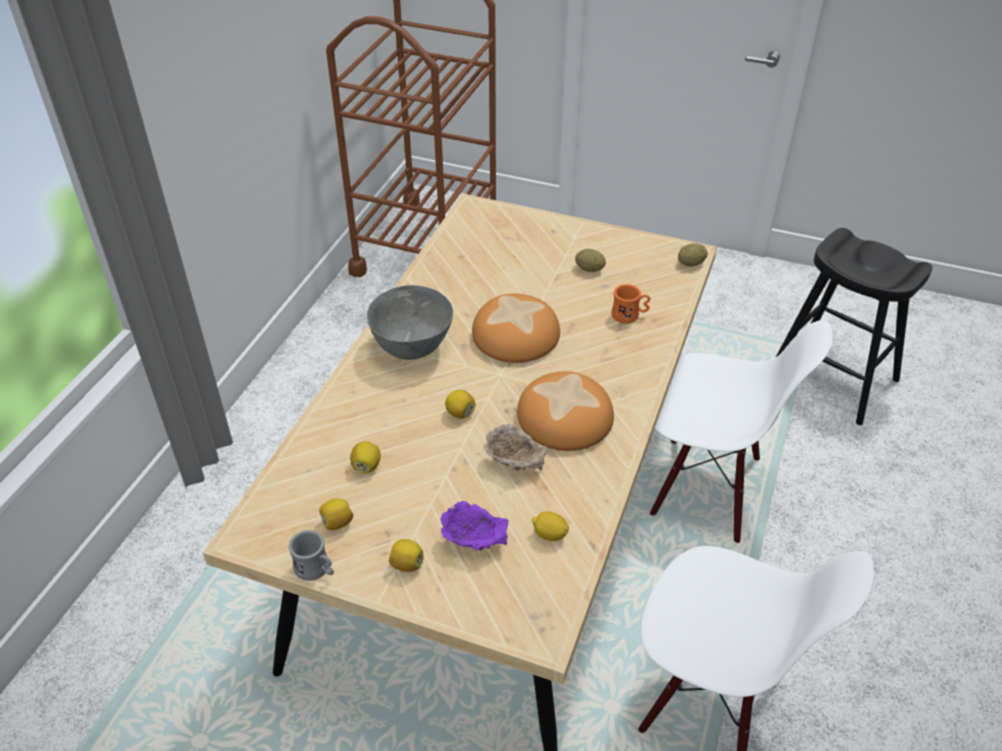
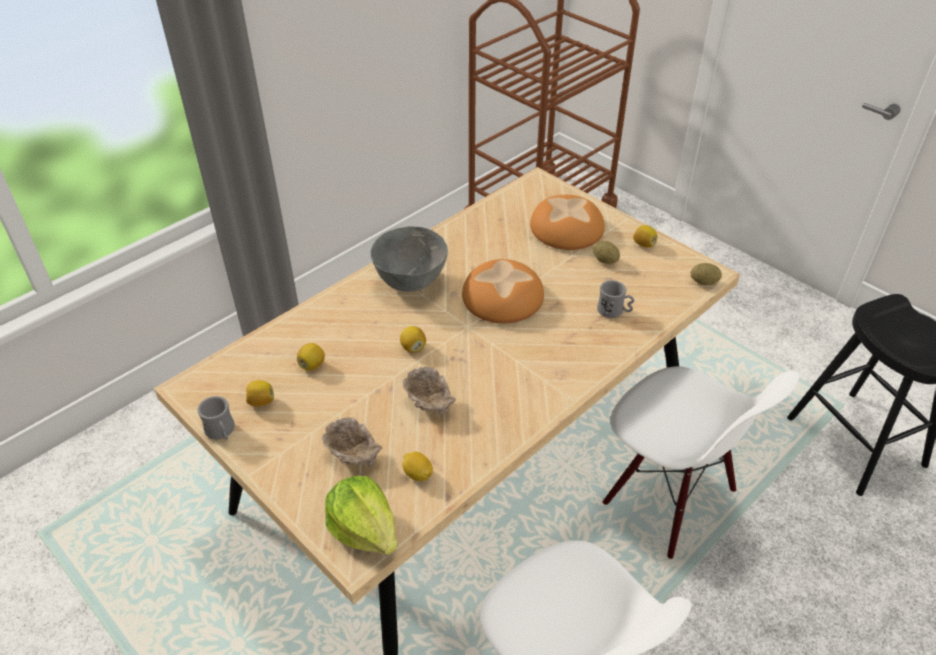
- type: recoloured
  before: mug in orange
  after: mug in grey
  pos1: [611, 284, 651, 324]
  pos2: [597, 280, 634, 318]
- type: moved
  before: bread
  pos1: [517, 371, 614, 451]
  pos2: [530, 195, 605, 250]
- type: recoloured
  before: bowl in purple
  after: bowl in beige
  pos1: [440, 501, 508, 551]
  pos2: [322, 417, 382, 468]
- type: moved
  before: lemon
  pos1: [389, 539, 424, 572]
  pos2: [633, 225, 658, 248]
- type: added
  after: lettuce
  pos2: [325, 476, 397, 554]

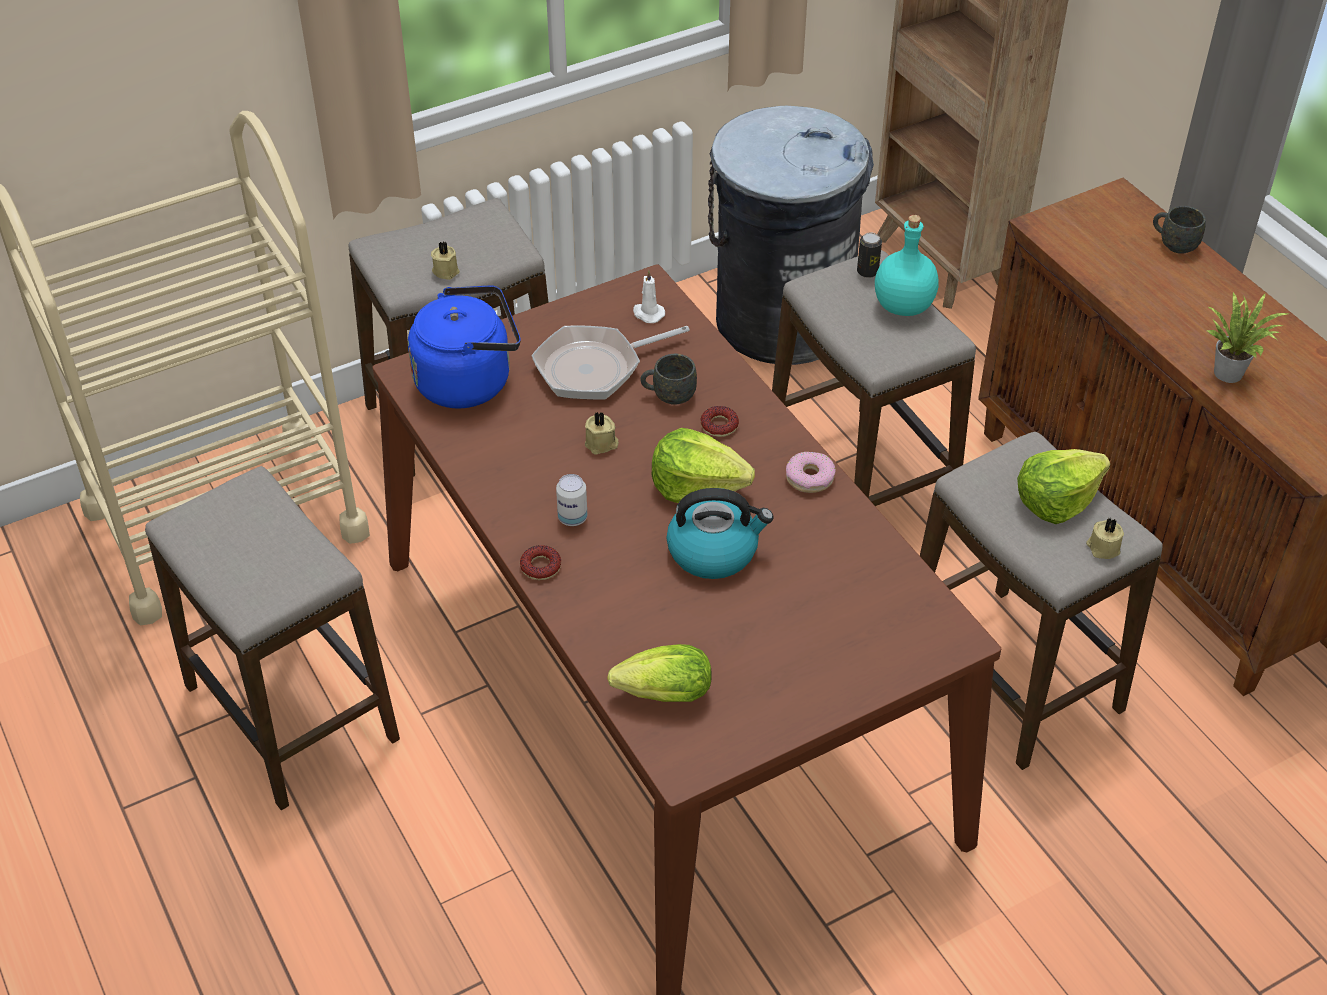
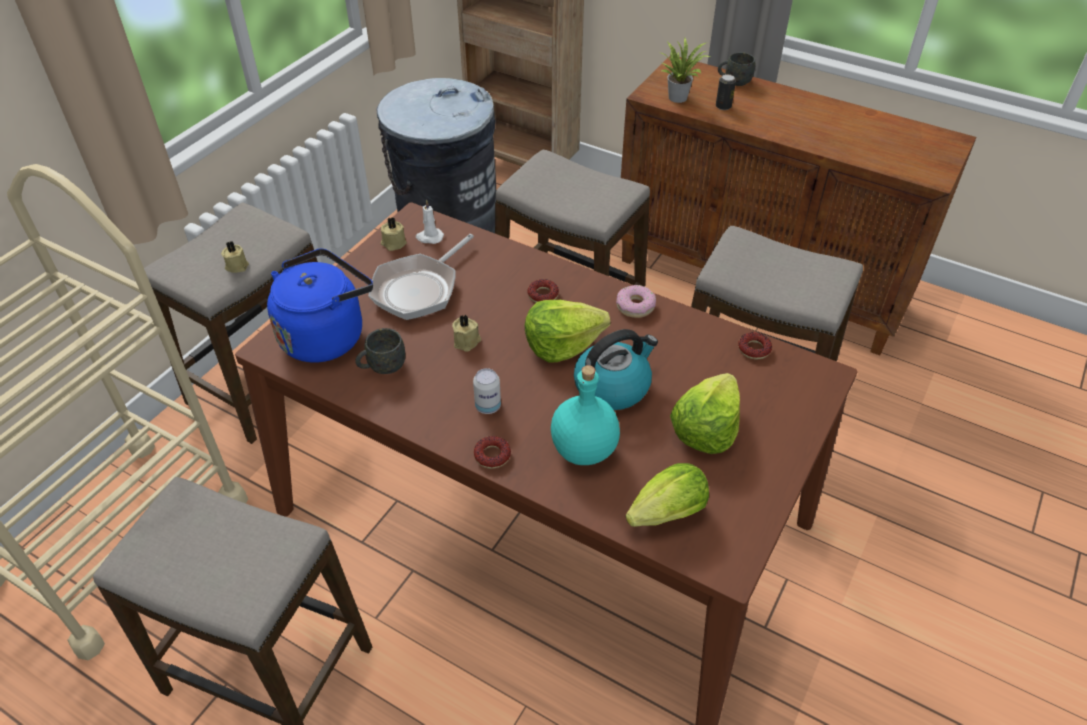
- type: moved
  before: bottle in turquoise
  pos1: [875, 215, 938, 316]
  pos2: [551, 365, 620, 465]
- type: moved
  before: can
  pos1: [857, 233, 882, 278]
  pos2: [716, 74, 736, 110]
- type: moved
  before: potted plant
  pos1: [1207, 292, 1289, 383]
  pos2: [661, 38, 710, 103]
- type: moved
  before: mug in grey
  pos1: [640, 354, 697, 405]
  pos2: [355, 328, 406, 374]
- type: moved
  before: lettuce
  pos1: [1017, 449, 1110, 524]
  pos2: [670, 373, 740, 454]
- type: moved
  before: candle in beige
  pos1: [1086, 518, 1124, 559]
  pos2: [381, 218, 407, 251]
- type: added
  after: donut
  pos2: [738, 332, 772, 359]

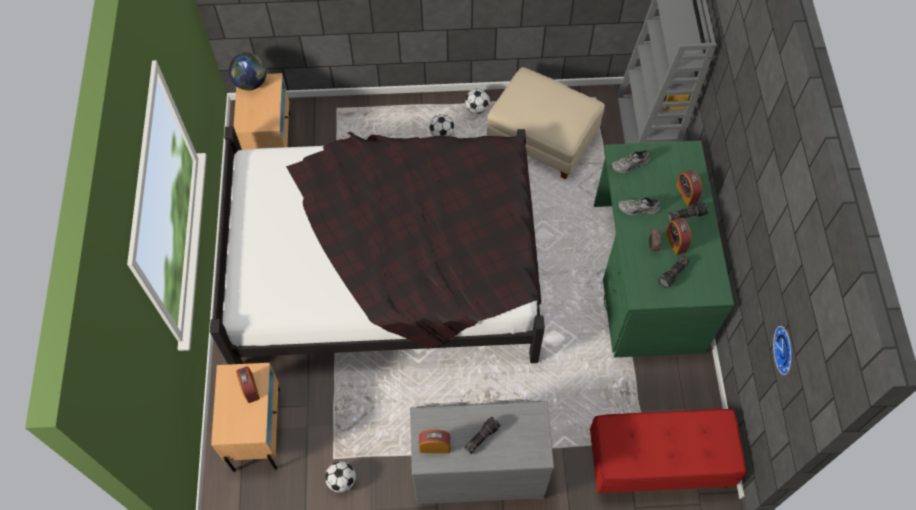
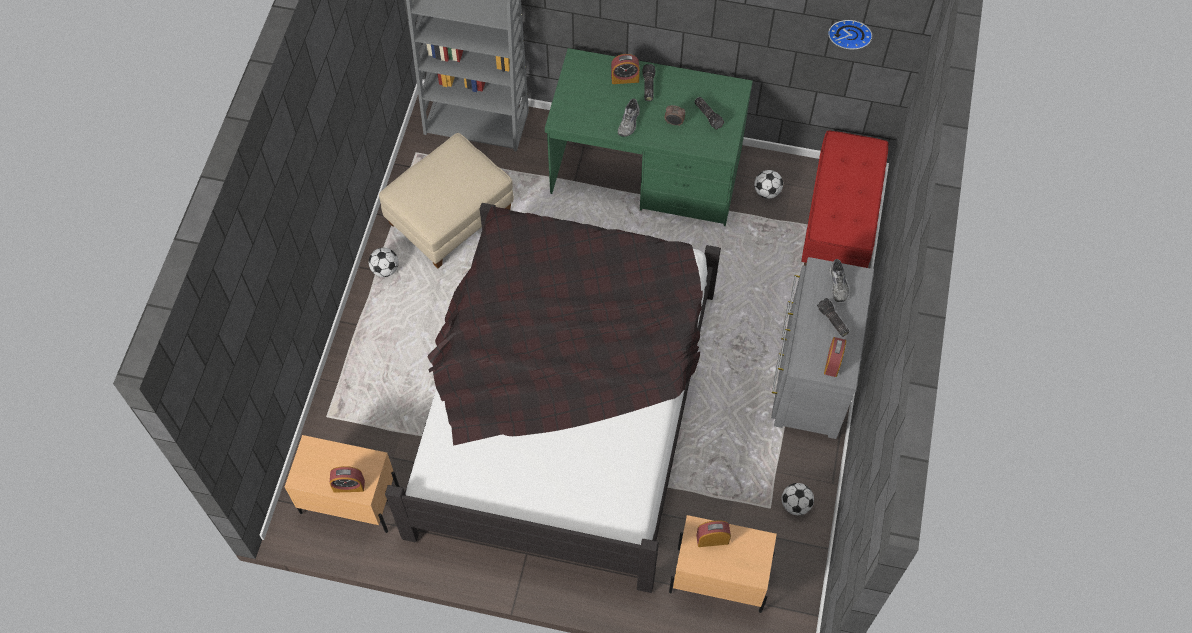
- type: removed
  before: globe
  pos1: [229, 53, 267, 90]
- type: moved
  before: football
  pos1: [429, 114, 454, 136]
  pos2: [754, 170, 783, 199]
- type: moved
  before: shoe in grey
  pos1: [610, 150, 650, 173]
  pos2: [830, 259, 849, 302]
- type: moved
  before: alarm clock
  pos1: [666, 218, 691, 255]
  pos2: [330, 466, 365, 493]

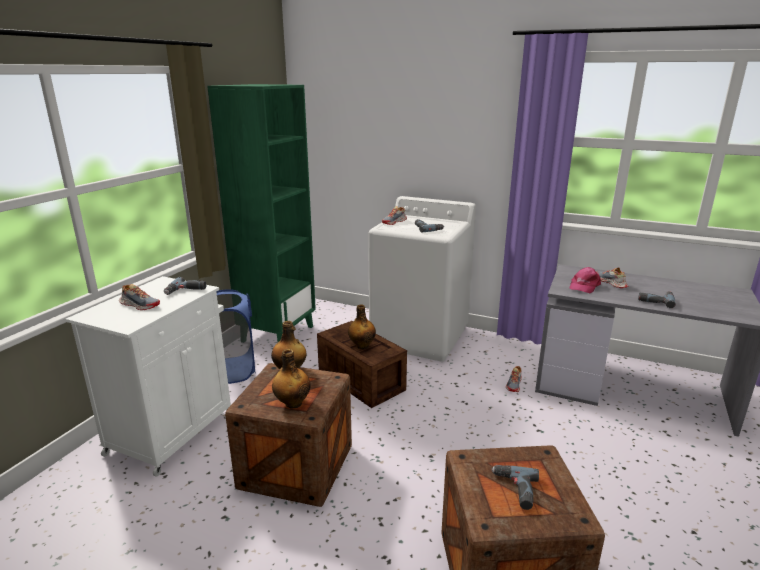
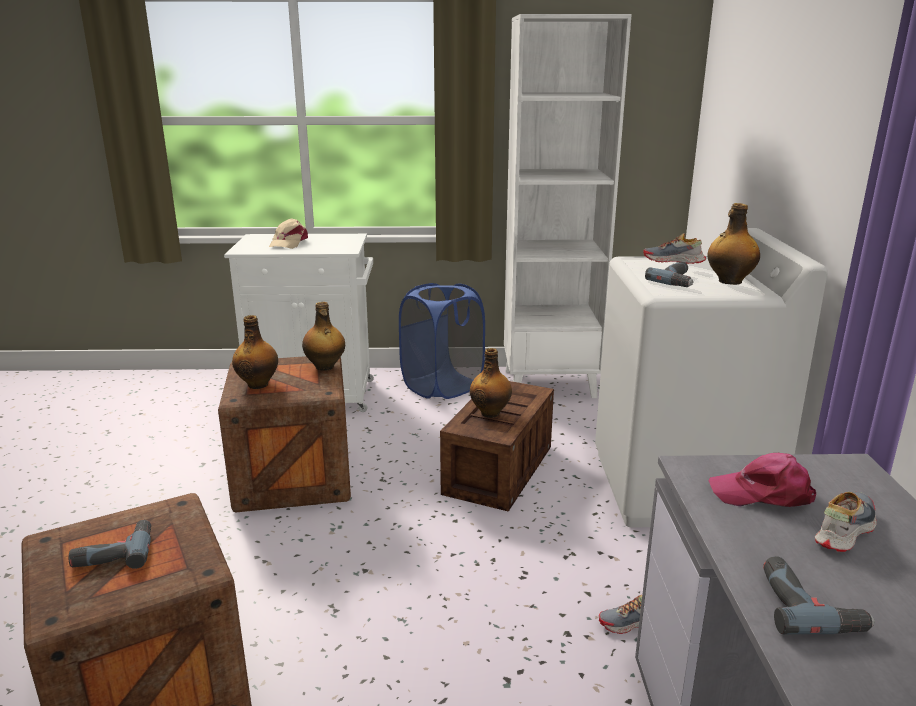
- type: recoloured
  before: bookcase in green
  after: bookcase in white
  pos1: [207, 84, 316, 342]
  pos2: [504, 14, 632, 398]
- type: removed
  before: power drill
  pos1: [164, 277, 206, 295]
- type: replaced
  before: shoe
  after: cap in beige
  pos1: [119, 284, 160, 310]
  pos2: [269, 218, 308, 249]
- type: added
  after: bottle
  pos2: [707, 203, 760, 285]

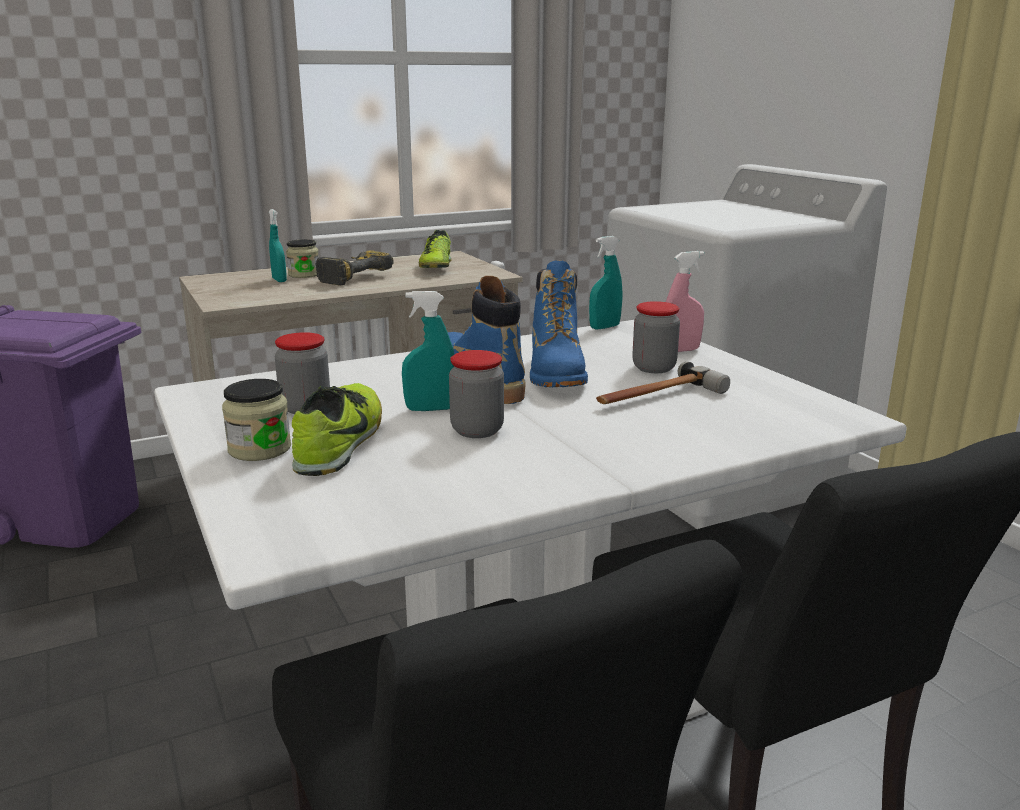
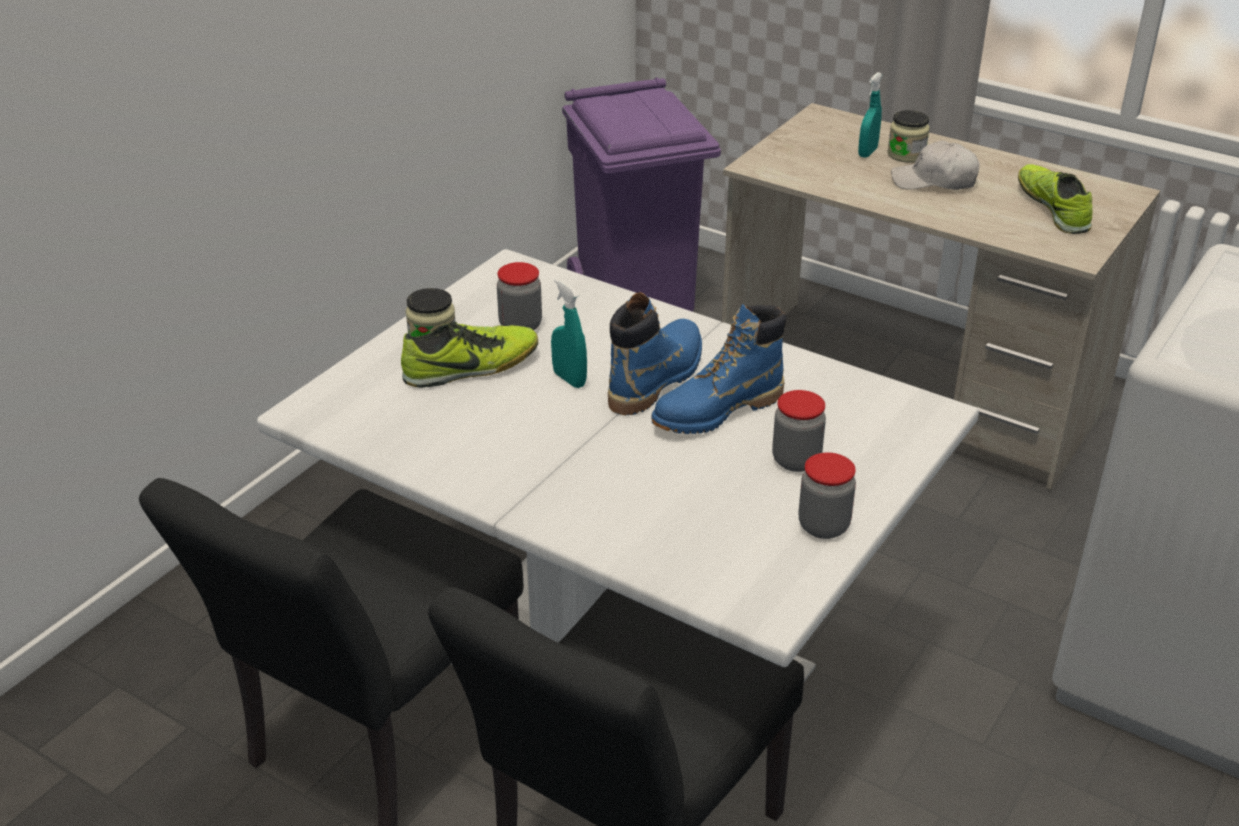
- type: turned
  before: shoe
  pos1: [419, 230, 451, 268]
  pos2: [1018, 164, 1092, 234]
  turn: 105
- type: removed
  before: spray bottle in turquoise
  pos1: [589, 236, 622, 330]
- type: replaced
  before: power drill
  after: cap in white
  pos1: [315, 250, 393, 285]
  pos2: [891, 141, 980, 190]
- type: removed
  before: spray bottle in pink
  pos1: [666, 251, 704, 352]
- type: moved
  before: jar
  pos1: [449, 350, 504, 438]
  pos2: [799, 452, 856, 539]
- type: removed
  before: hammer
  pos1: [596, 362, 730, 404]

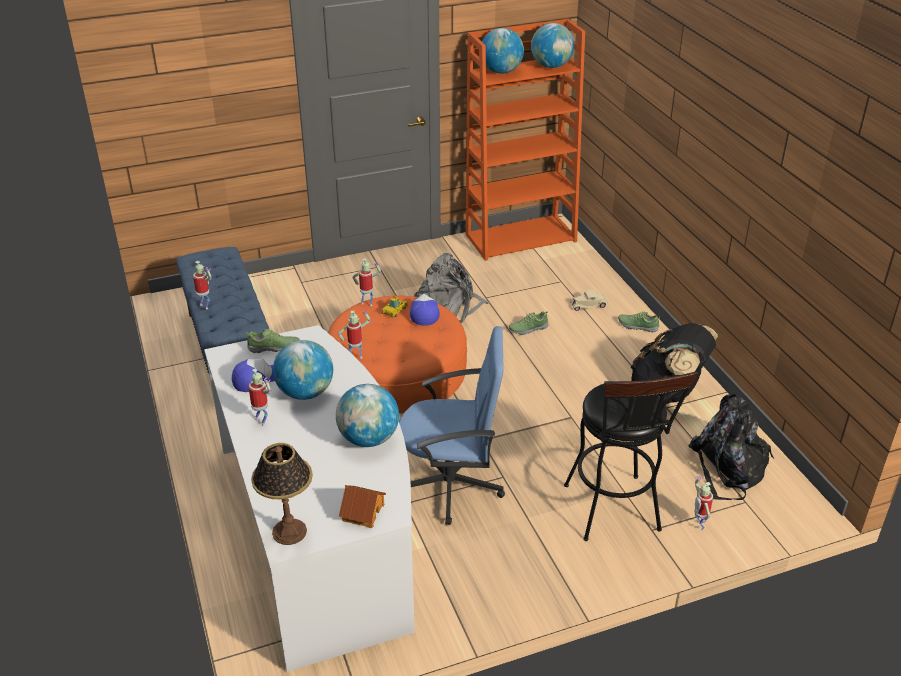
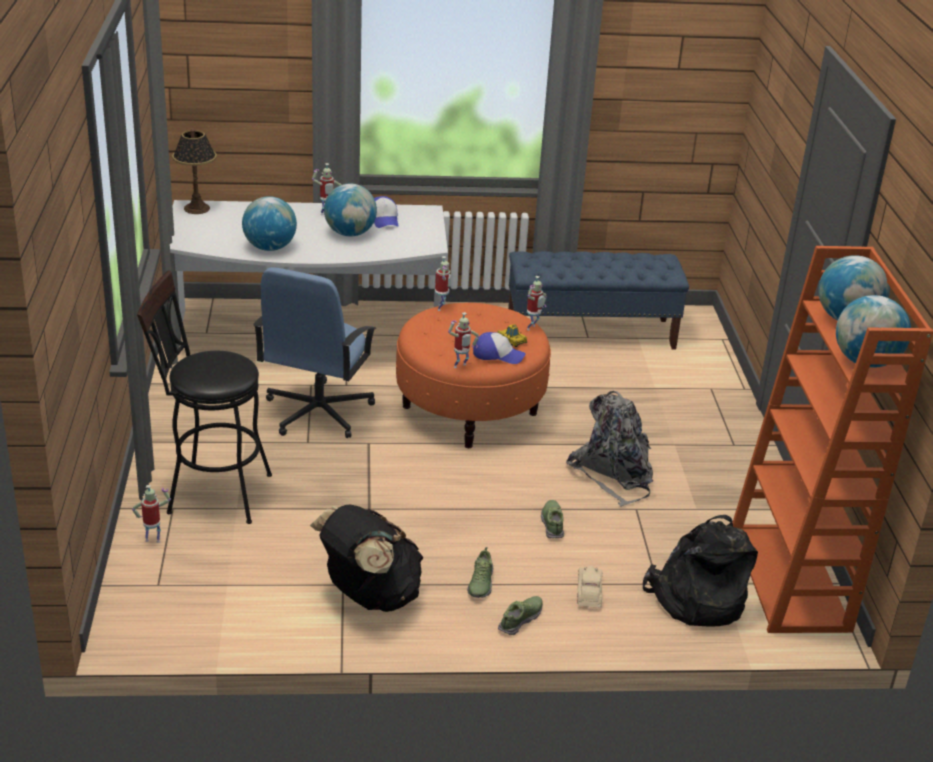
- type: moved
  before: toy robot
  pos1: [193, 261, 212, 309]
  pos2: [448, 312, 479, 368]
- type: moved
  before: shoe
  pos1: [246, 329, 300, 353]
  pos2: [467, 547, 493, 598]
- type: moved
  before: backpack in black
  pos1: [689, 394, 774, 500]
  pos2: [643, 515, 758, 626]
- type: removed
  before: toy house
  pos1: [339, 485, 386, 528]

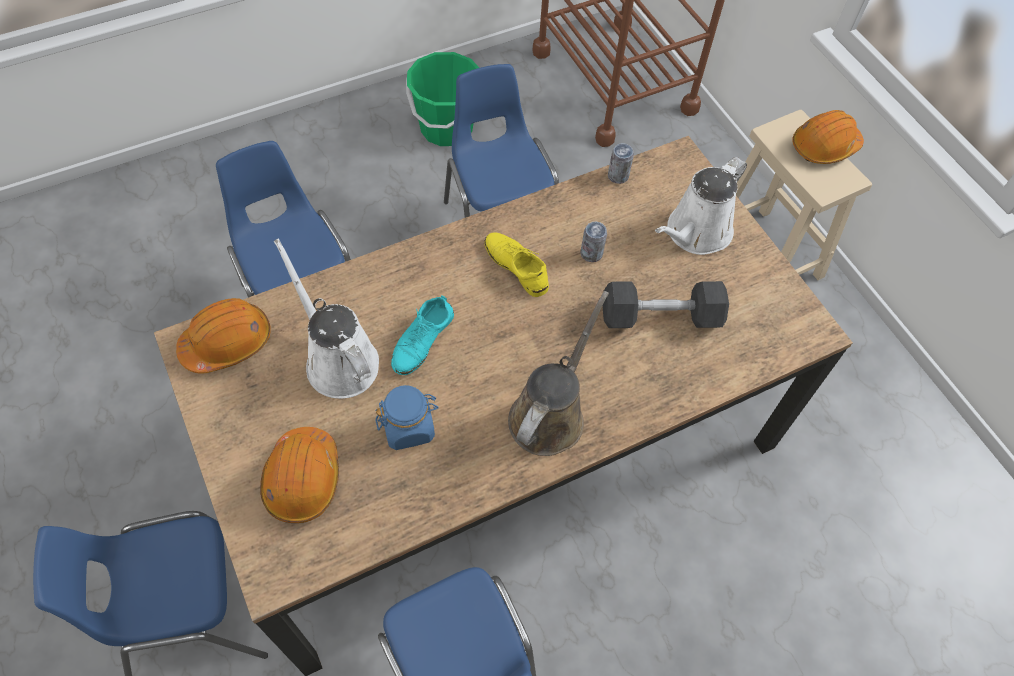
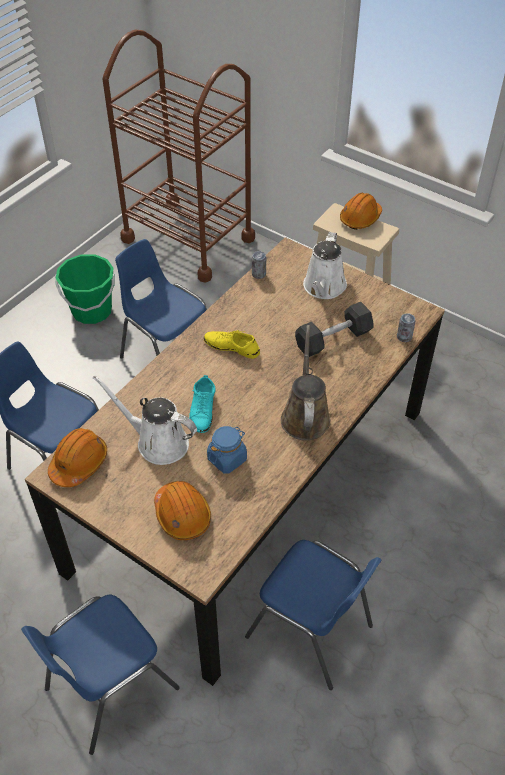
- type: moved
  before: can
  pos1: [580, 222, 607, 262]
  pos2: [397, 313, 415, 342]

